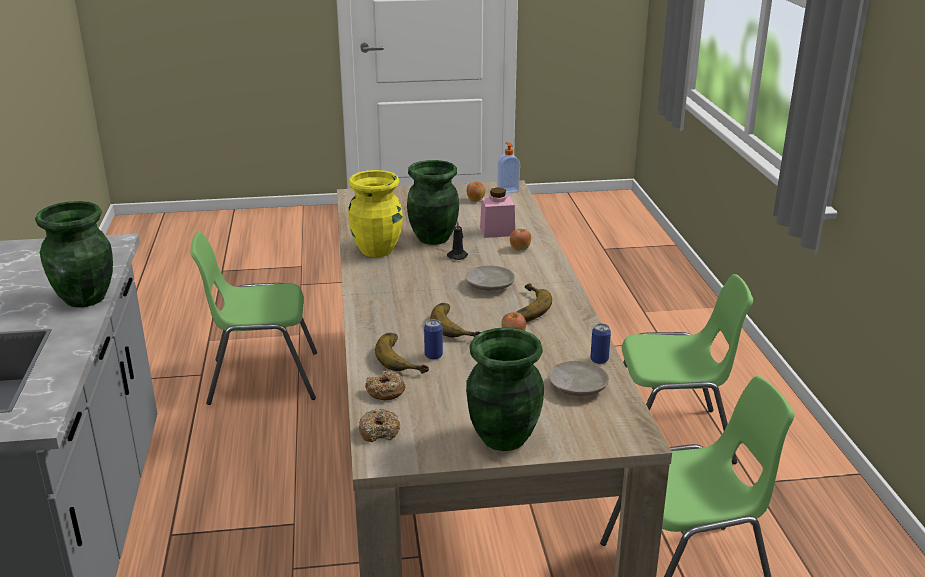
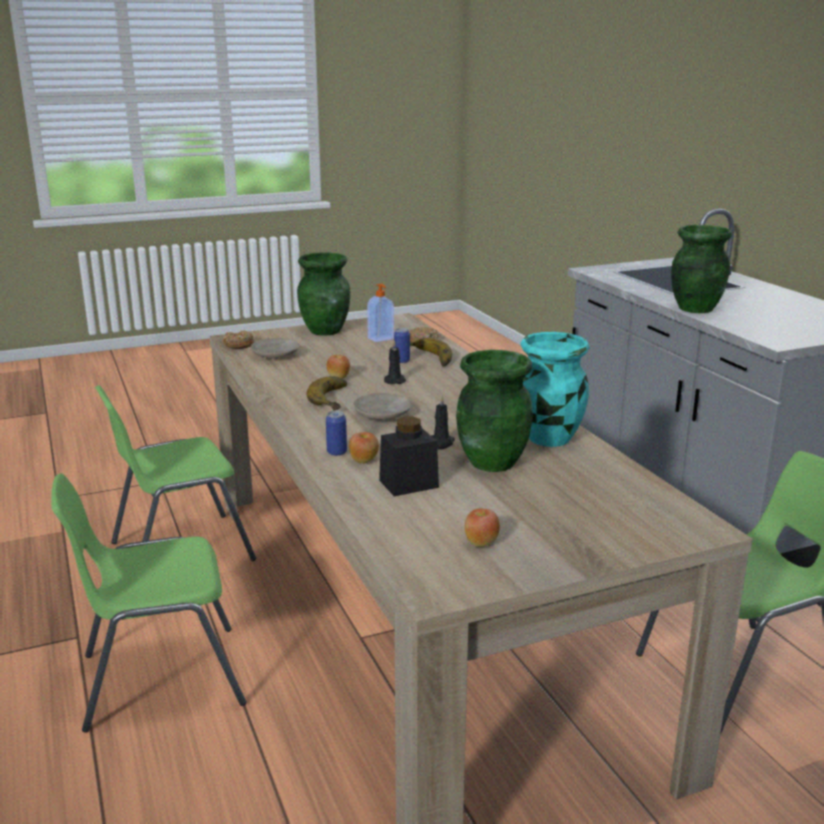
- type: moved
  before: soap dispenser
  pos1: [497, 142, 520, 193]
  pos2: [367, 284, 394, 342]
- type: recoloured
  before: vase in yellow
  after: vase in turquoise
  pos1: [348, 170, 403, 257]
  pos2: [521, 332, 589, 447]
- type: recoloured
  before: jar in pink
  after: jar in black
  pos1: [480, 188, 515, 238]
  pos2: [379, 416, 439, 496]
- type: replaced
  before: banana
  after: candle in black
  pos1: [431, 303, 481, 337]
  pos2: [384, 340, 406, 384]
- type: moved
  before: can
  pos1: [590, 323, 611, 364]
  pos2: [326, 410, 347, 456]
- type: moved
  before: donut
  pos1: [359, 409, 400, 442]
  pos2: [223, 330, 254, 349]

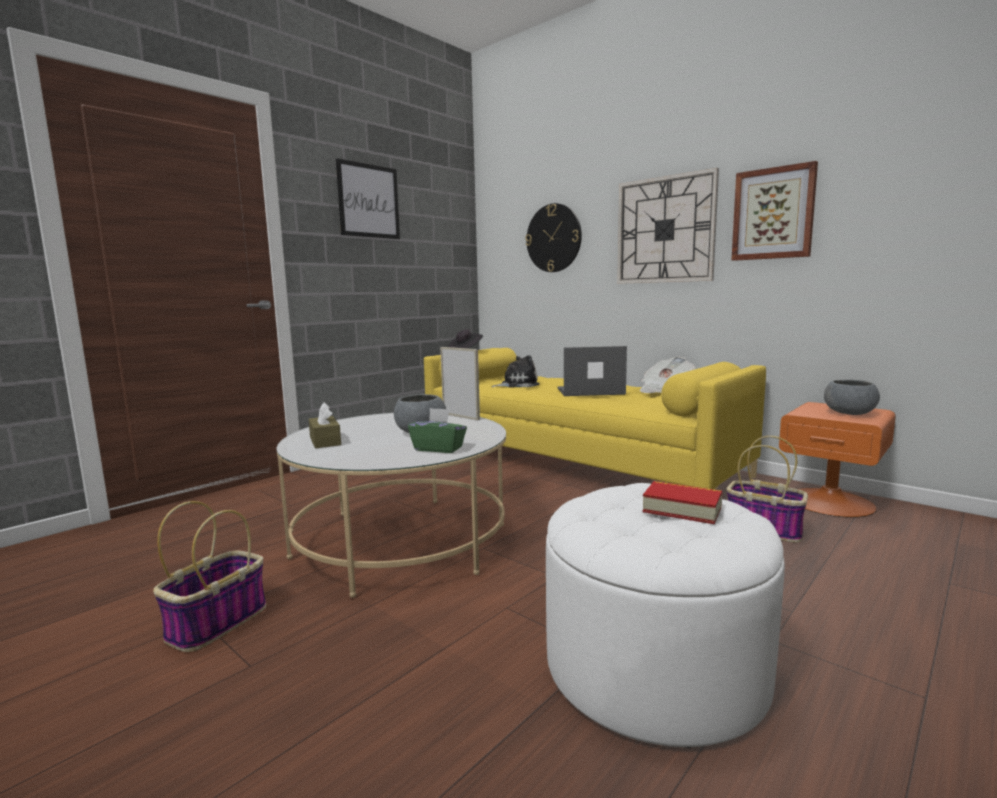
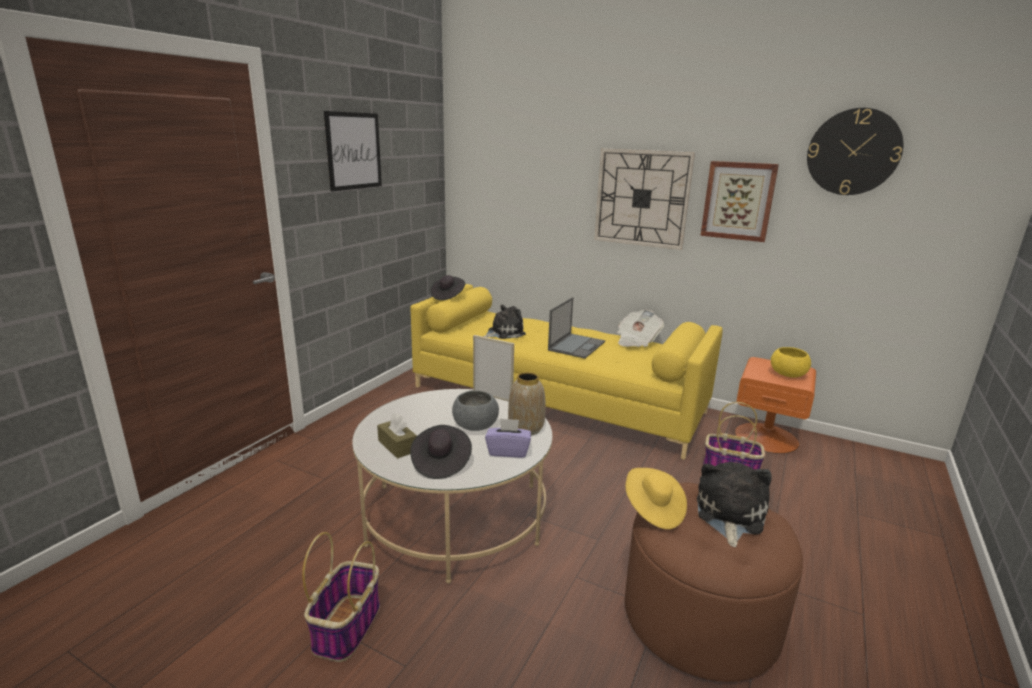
- type: moved
  before: wall clock
  pos1: [525, 203, 582, 272]
  pos2: [807, 108, 903, 195]
- type: turned
  before: laptop
  pos1: [558, 346, 627, 396]
  pos2: [548, 297, 605, 359]
  turn: 135
- type: recoloured
  before: bowl in grey
  after: bowl in yellow
  pos1: [824, 380, 880, 415]
  pos2: [771, 347, 811, 378]
- type: recoloured
  before: tissue box in green
  after: tissue box in purple
  pos1: [408, 408, 467, 453]
  pos2: [485, 418, 531, 458]
- type: replaced
  before: book
  after: plush toy
  pos1: [642, 481, 723, 524]
  pos2: [697, 462, 771, 547]
- type: recoloured
  before: ottoman in white
  after: ottoman in brown
  pos1: [546, 483, 785, 748]
  pos2: [625, 482, 803, 682]
- type: added
  after: vase
  pos2: [508, 372, 546, 436]
- type: added
  after: hat in black
  pos2: [410, 425, 472, 479]
- type: added
  after: hat in yellow
  pos2: [625, 468, 687, 529]

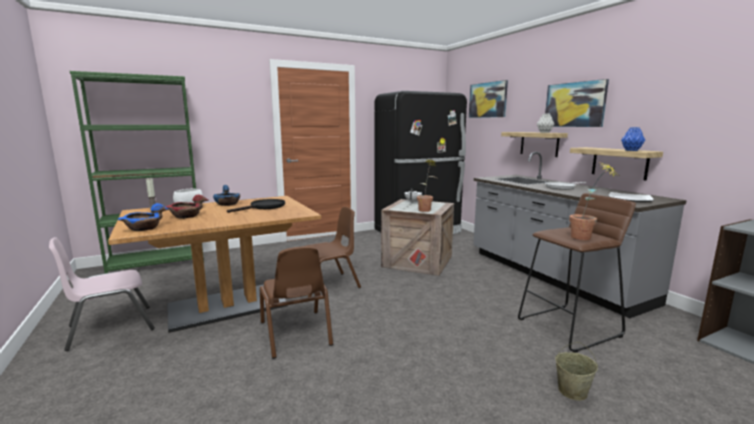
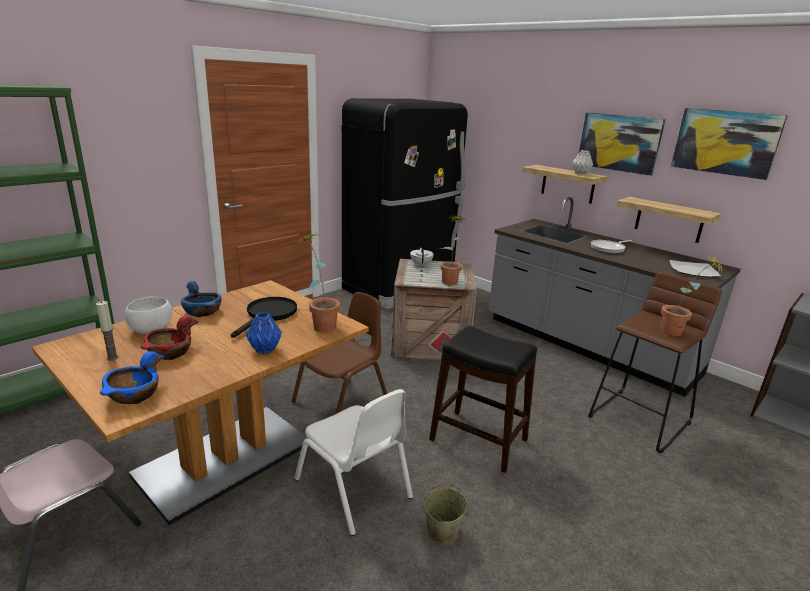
- type: moved
  before: picture
  pos1: [469, 80, 508, 118]
  pos2: [671, 108, 788, 180]
- type: moved
  before: vase in blue
  pos1: [621, 127, 645, 151]
  pos2: [246, 312, 282, 354]
- type: recoloured
  before: chair in brown
  after: chair in white
  pos1: [260, 246, 333, 359]
  pos2: [294, 389, 413, 536]
- type: moved
  before: bucket in beige
  pos1: [555, 342, 598, 401]
  pos2: [424, 483, 467, 544]
- type: added
  after: potted plant
  pos2: [298, 232, 340, 332]
- type: added
  after: stool in black
  pos2: [429, 326, 537, 473]

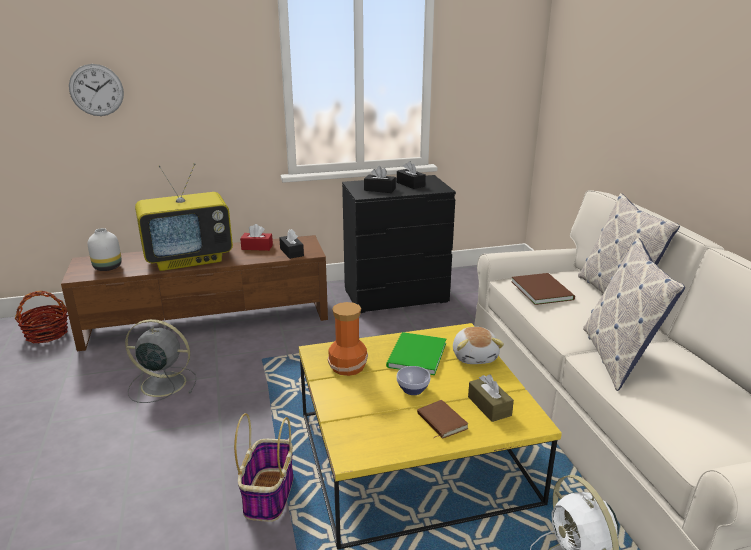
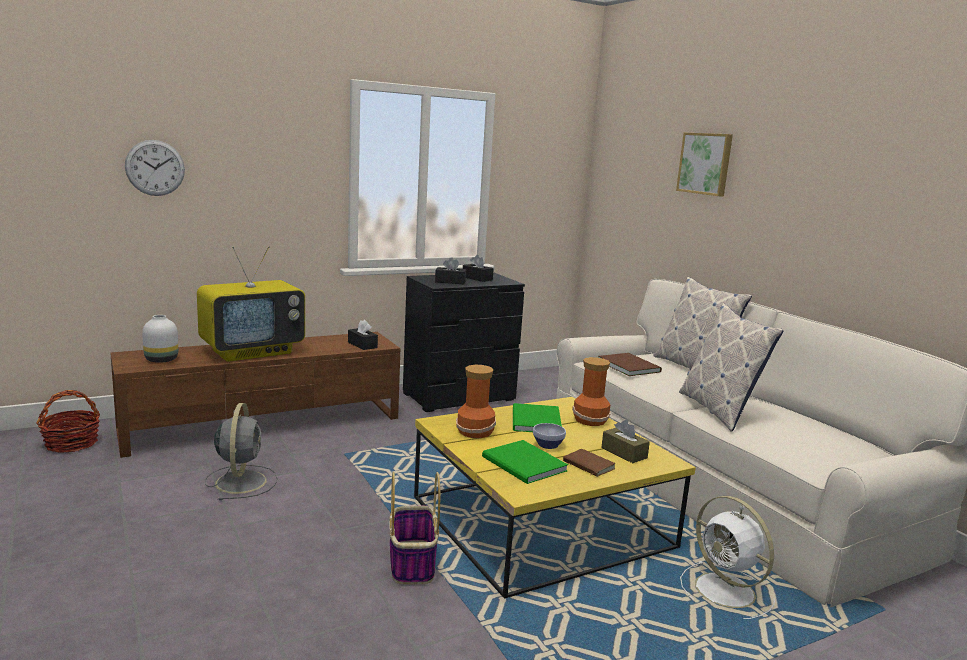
- type: removed
  before: tissue box in red
  pos1: [240, 224, 273, 251]
- type: turned
  before: fan in grey
  pos1: [125, 319, 196, 403]
  pos2: [205, 403, 278, 500]
  turn: 90
- type: replaced
  before: plush toy
  after: vase
  pos1: [453, 327, 504, 364]
  pos2: [572, 357, 611, 426]
- type: added
  after: picture
  pos2: [676, 133, 733, 196]
- type: added
  after: book in green
  pos2: [482, 440, 568, 484]

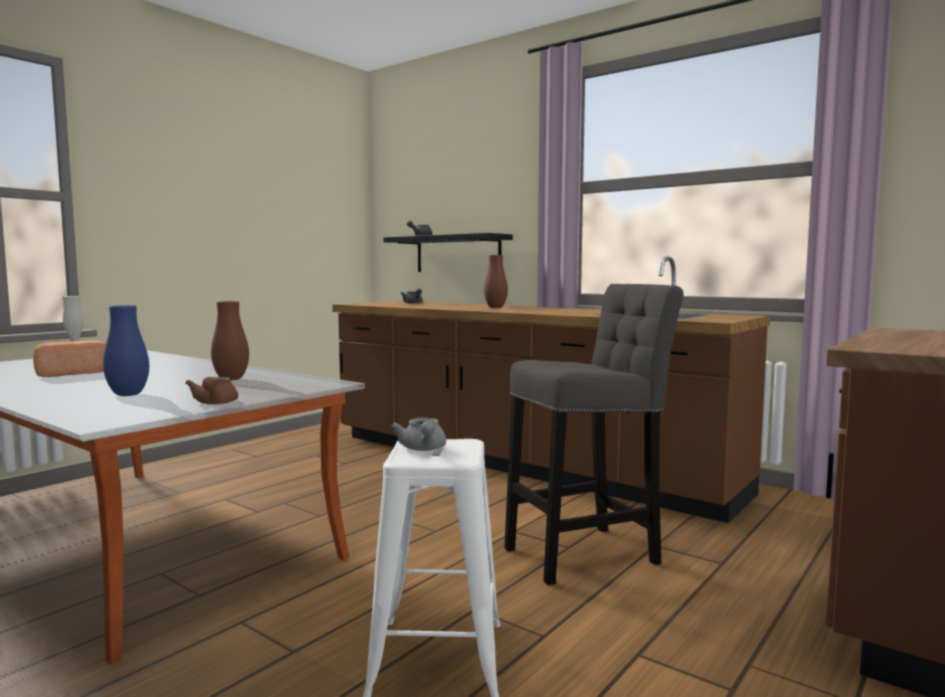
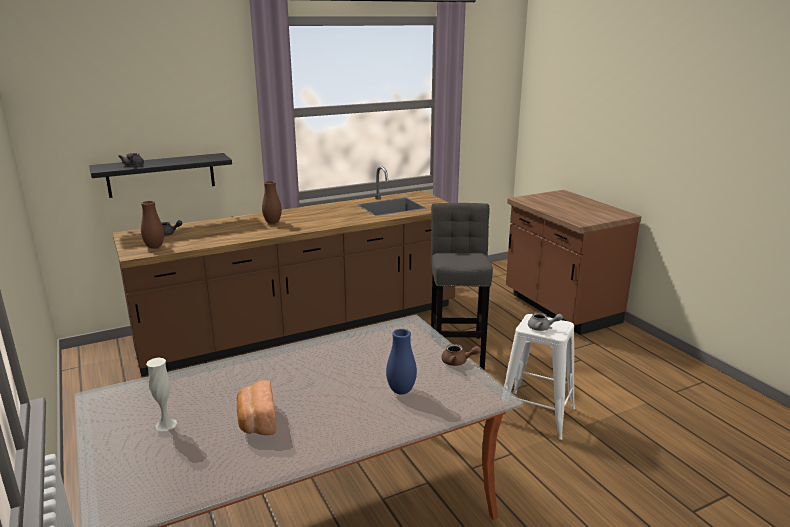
- type: moved
  before: vase in brown
  pos1: [211, 301, 249, 381]
  pos2: [141, 201, 164, 249]

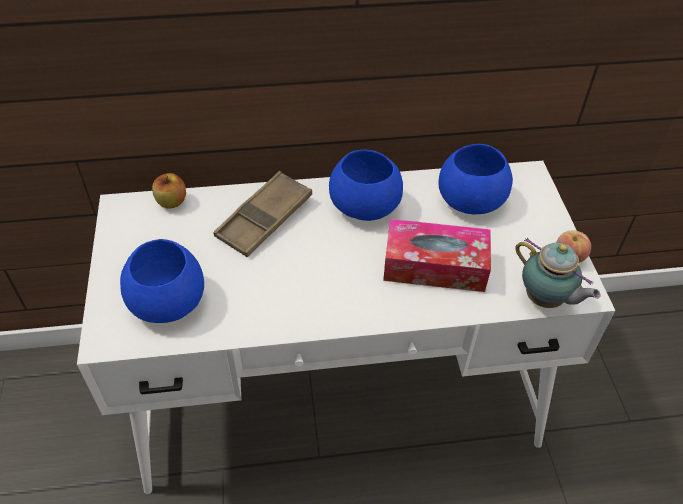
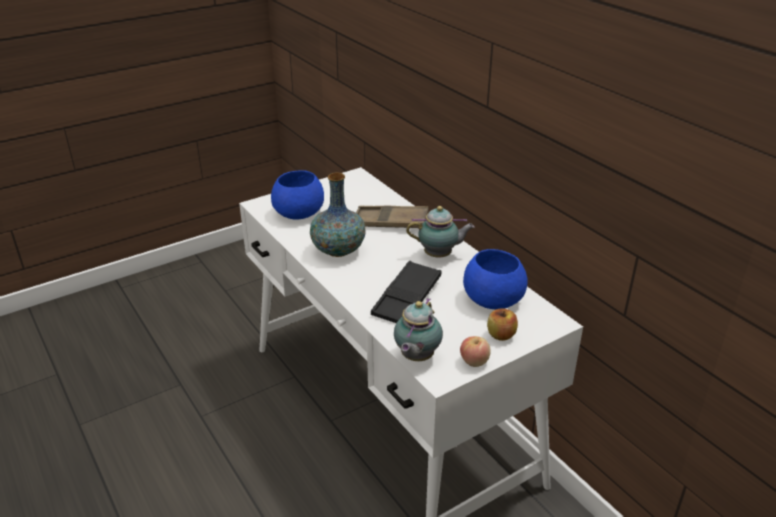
- type: replaced
  before: bowl in blue
  after: teapot
  pos1: [329, 150, 403, 221]
  pos2: [406, 206, 475, 258]
- type: moved
  before: apple
  pos1: [152, 173, 186, 209]
  pos2: [487, 308, 518, 341]
- type: replaced
  before: tissue box
  after: tray in black
  pos1: [383, 219, 491, 292]
  pos2: [371, 261, 441, 323]
- type: added
  after: vase
  pos2: [310, 173, 366, 257]

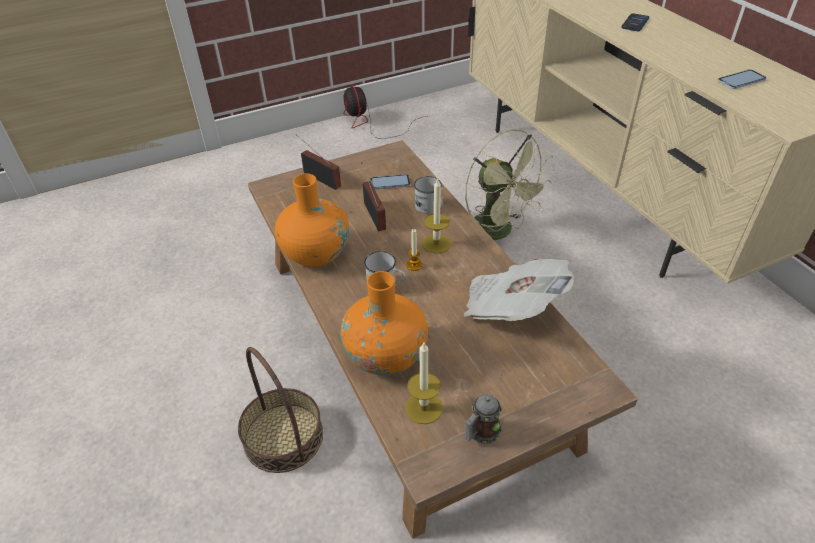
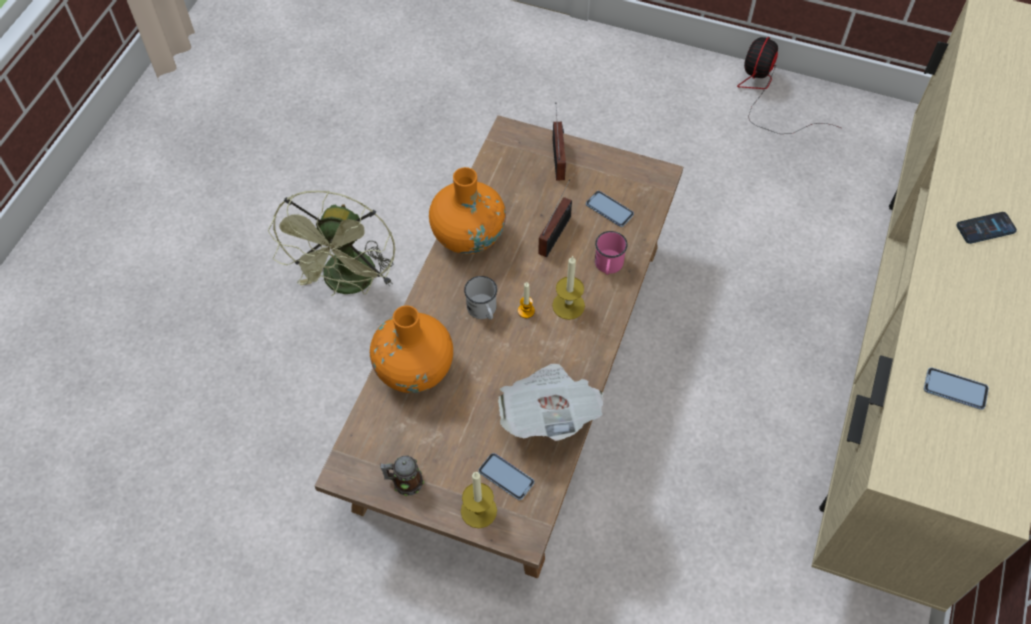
- type: moved
  before: fan in green
  pos1: [465, 129, 553, 240]
  pos2: [268, 191, 395, 296]
- type: recoloured
  before: mug in white
  after: mug in pink
  pos1: [414, 176, 443, 214]
  pos2: [595, 231, 628, 275]
- type: moved
  before: candle
  pos1: [405, 343, 443, 424]
  pos2: [461, 472, 497, 528]
- type: removed
  before: basket
  pos1: [238, 347, 323, 473]
- type: added
  after: phone
  pos2: [478, 453, 534, 500]

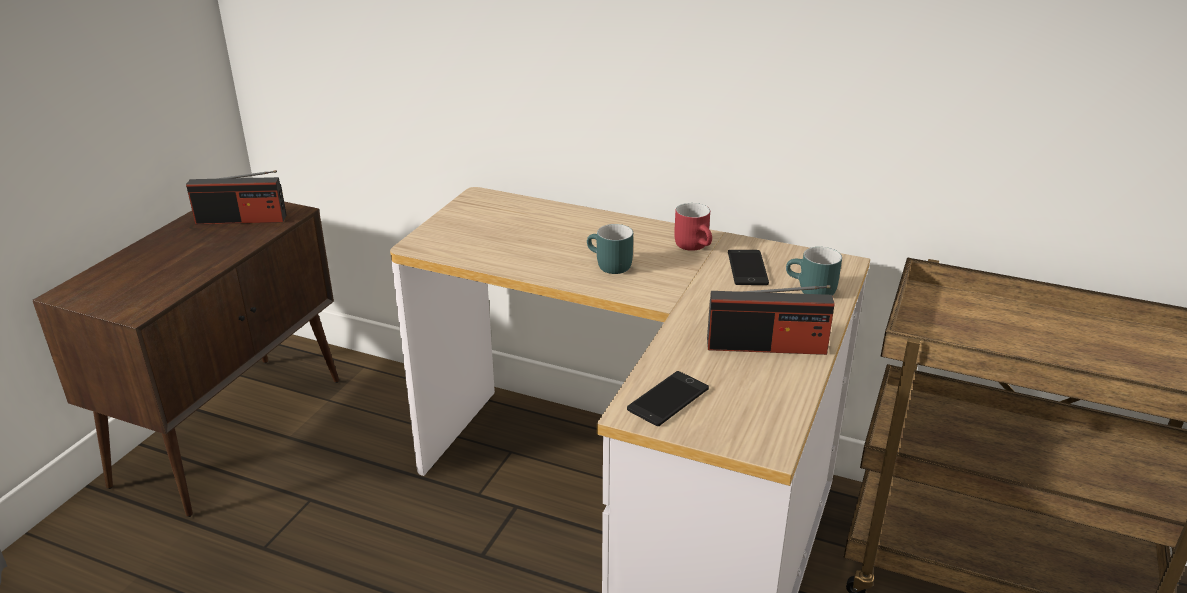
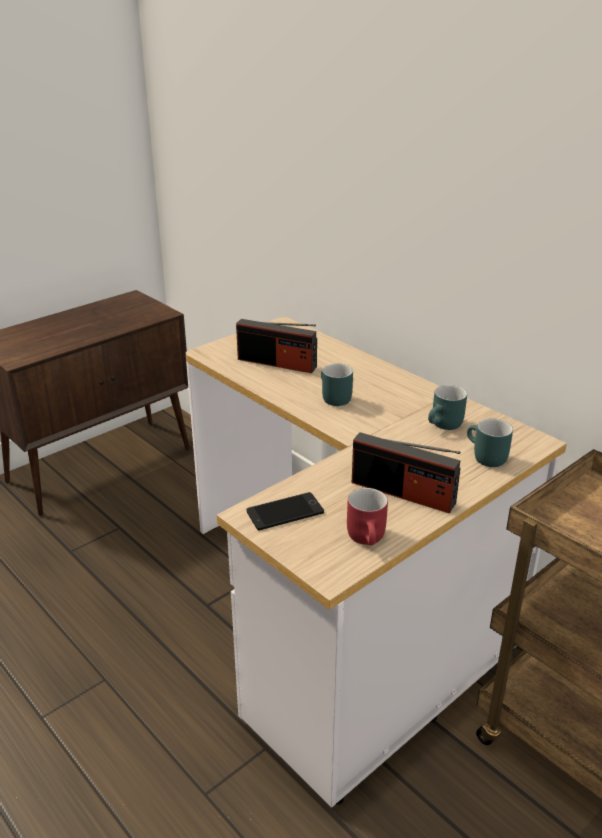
- type: moved
  before: radio
  pos1: [186, 170, 287, 224]
  pos2: [236, 319, 317, 373]
- type: moved
  before: mug in red
  pos1: [674, 203, 712, 251]
  pos2: [347, 488, 388, 545]
- type: replaced
  before: phone
  after: mug in turquoise
  pos1: [728, 250, 769, 285]
  pos2: [428, 385, 467, 430]

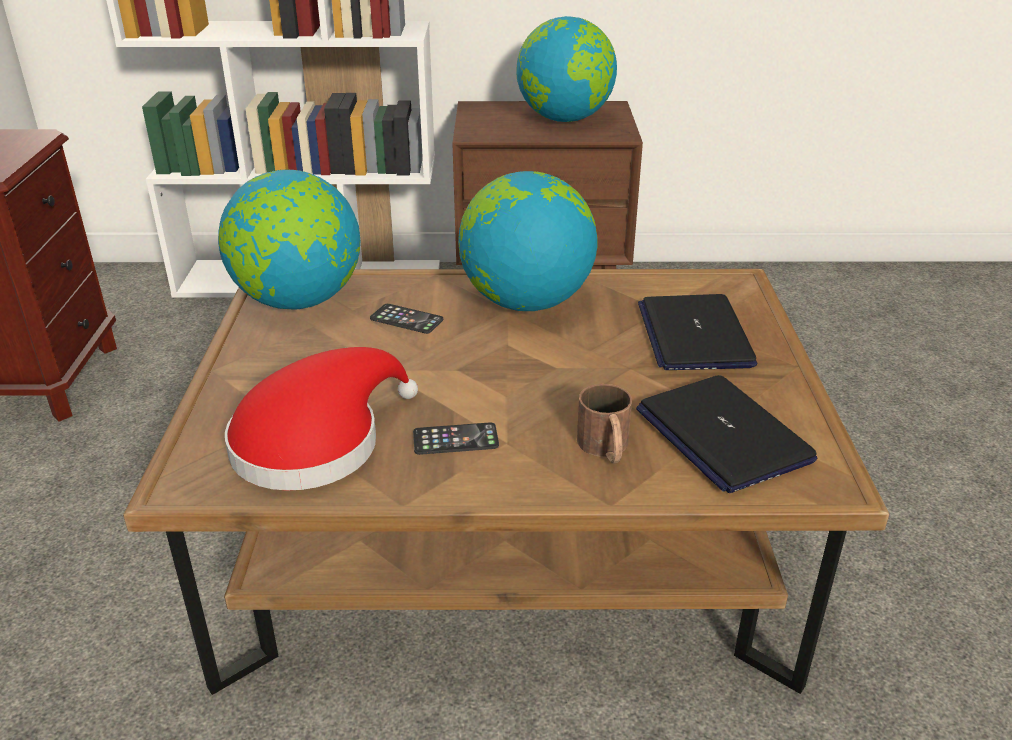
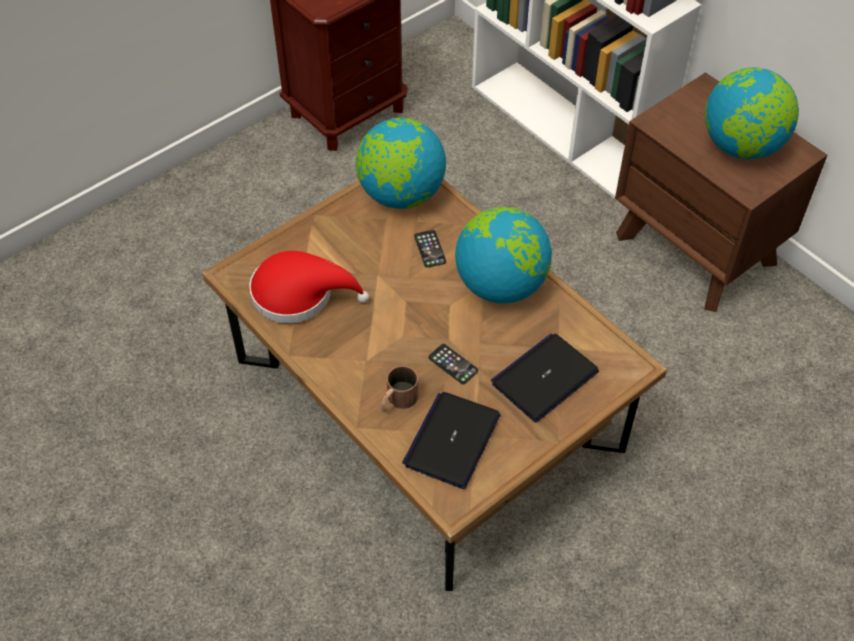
- type: moved
  before: phone
  pos1: [413, 422, 499, 455]
  pos2: [428, 344, 478, 384]

